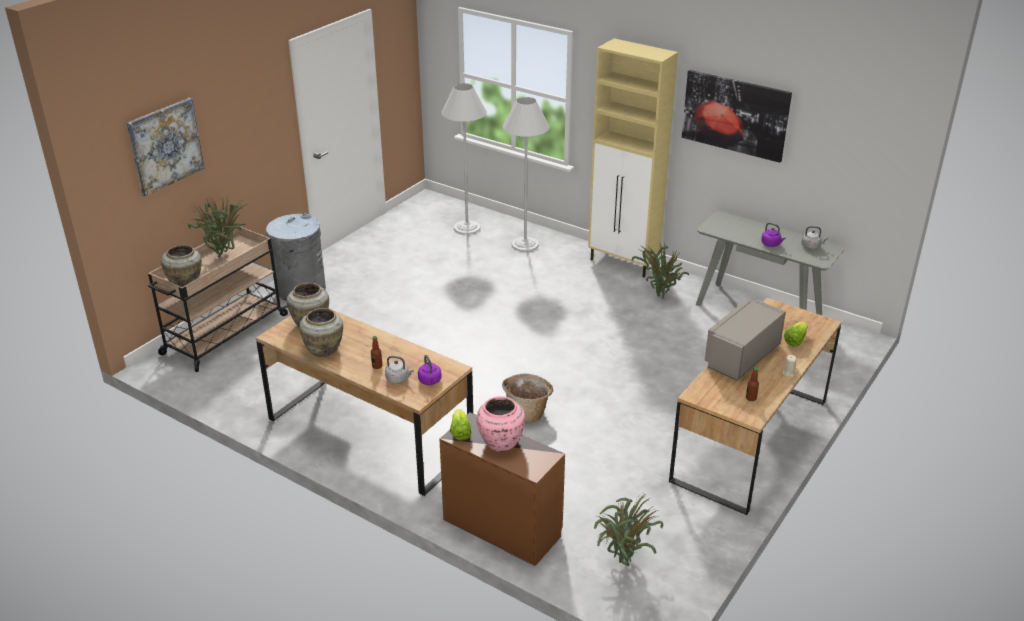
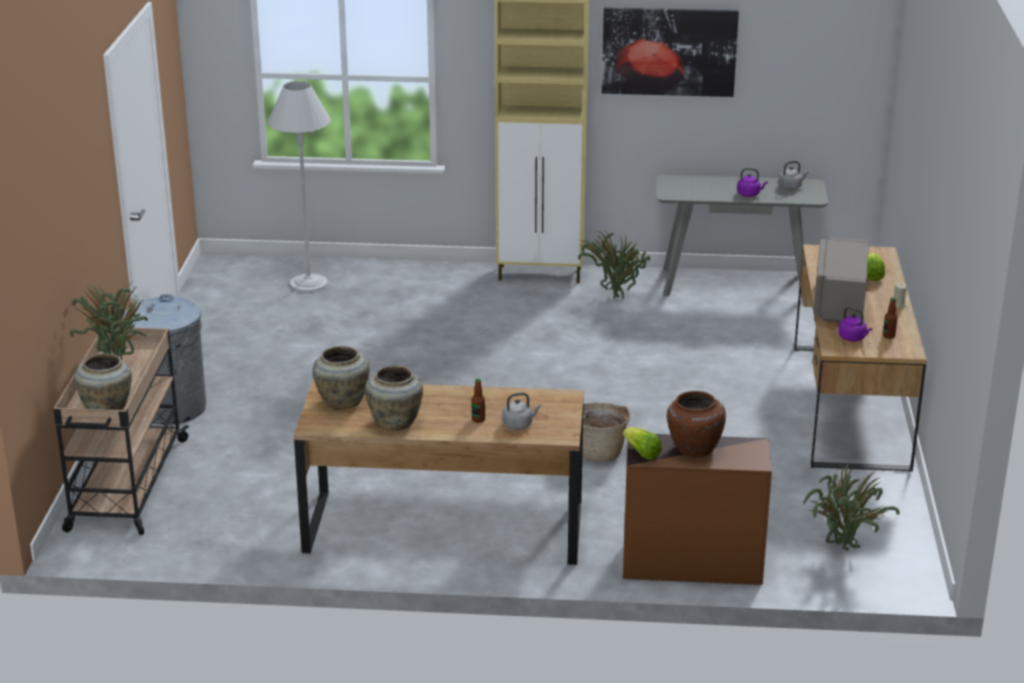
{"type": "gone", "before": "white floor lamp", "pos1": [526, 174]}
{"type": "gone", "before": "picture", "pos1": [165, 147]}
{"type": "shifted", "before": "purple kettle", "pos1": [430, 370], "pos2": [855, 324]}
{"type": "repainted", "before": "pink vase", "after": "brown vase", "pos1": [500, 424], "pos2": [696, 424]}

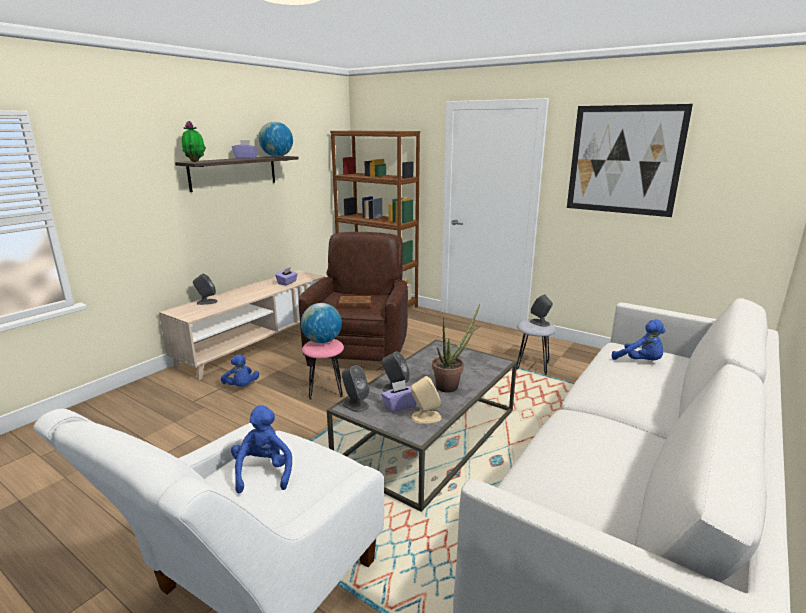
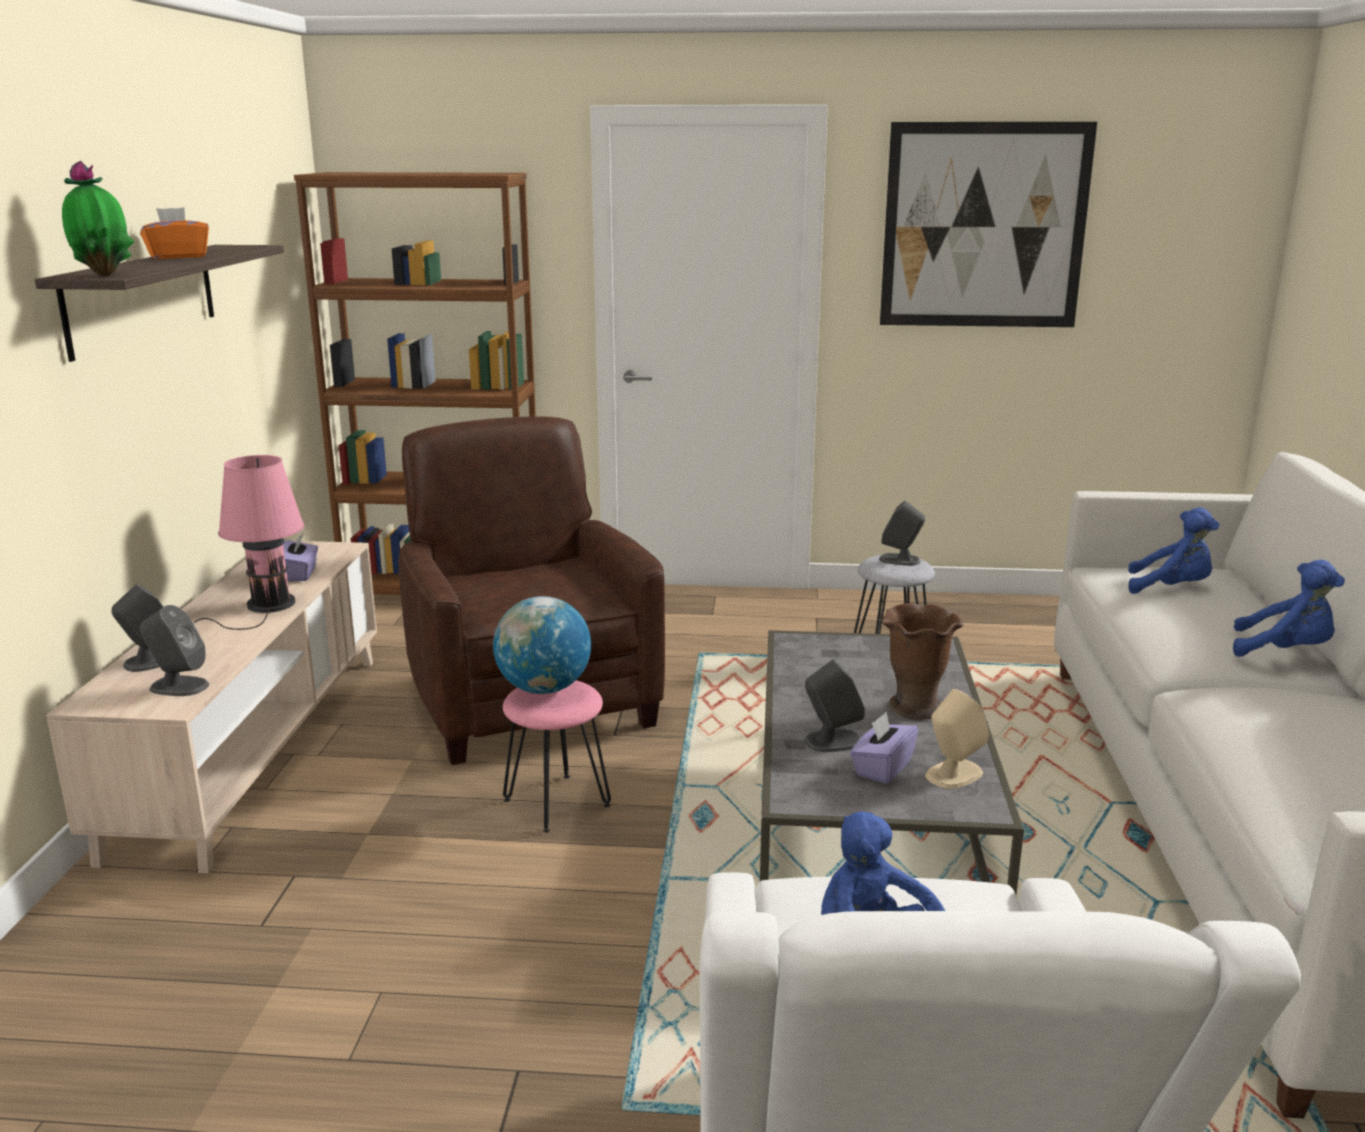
{"type": "gone", "before": "globe", "pos1": [276, 139]}
{"type": "repainted", "before": "purple tissue box", "after": "orange tissue box", "pos1": [245, 149], "pos2": [174, 233]}
{"type": "gone", "before": "brown book", "pos1": [357, 302]}
{"type": "swapped", "before": "potted plant", "after": "brown vase", "pos1": [456, 348], "pos2": [922, 661]}
{"type": "shifted", "before": "blue plush toy", "pos1": [240, 371], "pos2": [1289, 608]}
{"type": "shifted", "before": "grey speaker", "pos1": [355, 388], "pos2": [174, 650]}
{"type": "new", "after": "pink table lamp", "pos2": [249, 542]}

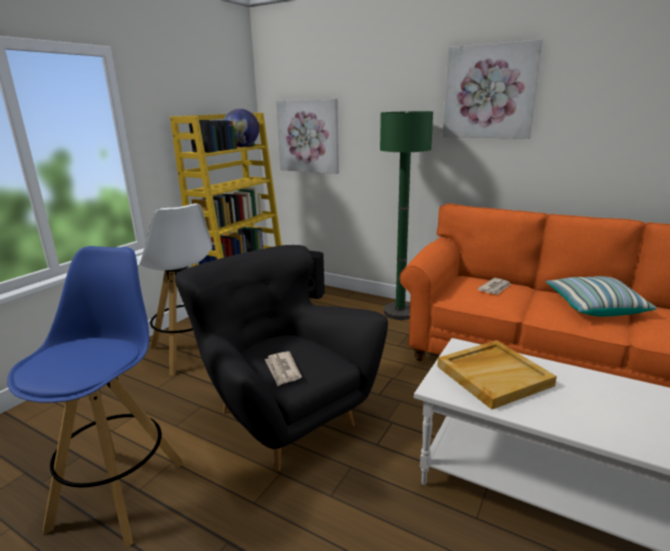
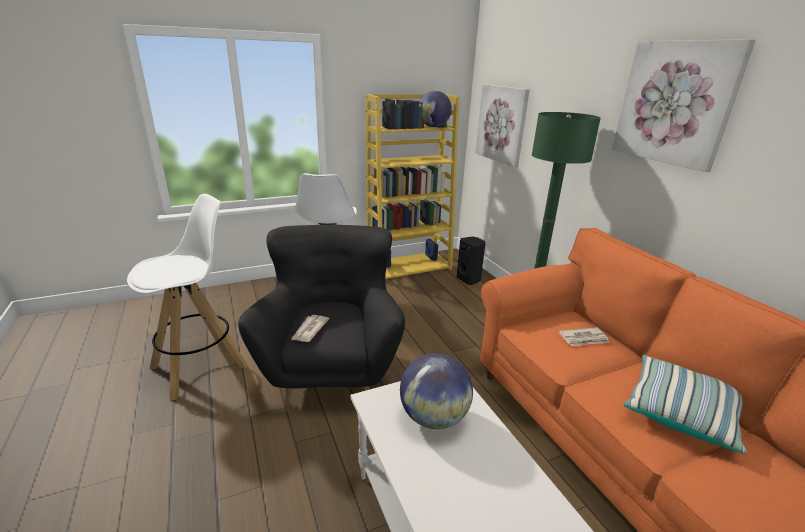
{"type": "repainted", "before": "blue stool", "after": "white stool", "pos1": [96, 397], "pos2": [187, 297]}
{"type": "swapped", "before": "beige tray", "after": "globe", "pos1": [497, 375], "pos2": [436, 391]}

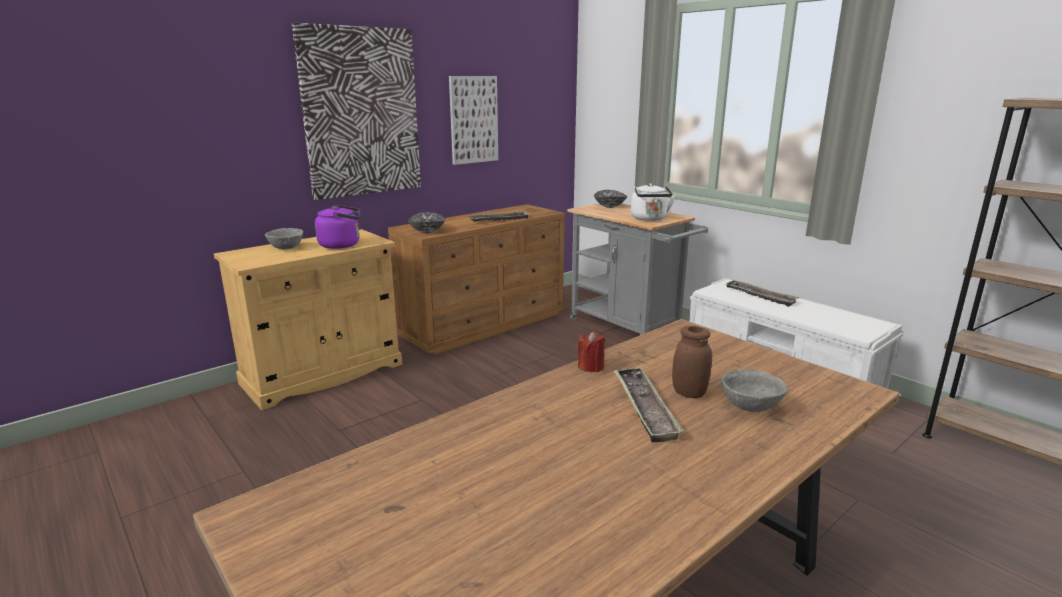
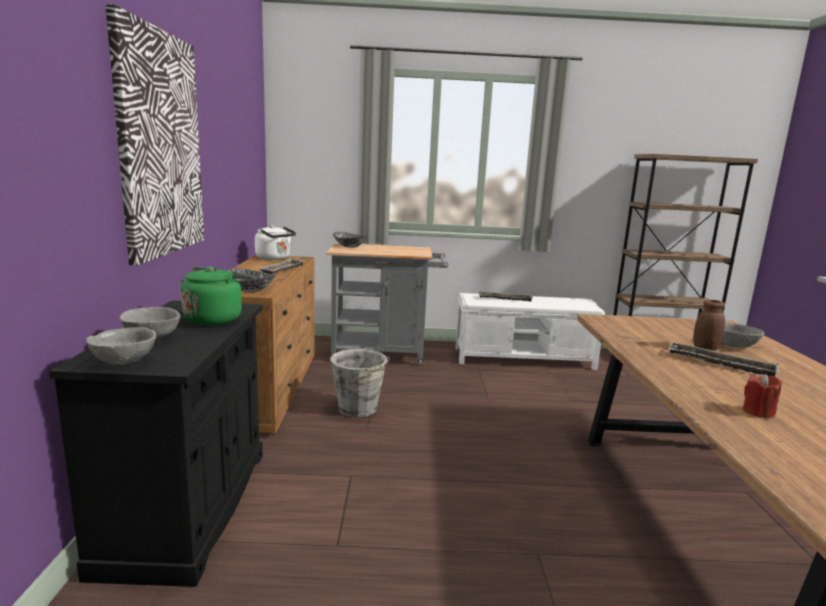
{"type": "gone", "before": "picture", "pos1": [473, 120]}
{"type": "shifted", "before": "white kettle", "pos1": [653, 202], "pos2": [275, 242]}
{"type": "repainted", "before": "purple kettle", "after": "green kettle", "pos1": [337, 227], "pos2": [216, 295]}
{"type": "repainted", "before": "beige cabinet", "after": "black cabinet", "pos1": [308, 319], "pos2": [156, 443]}
{"type": "shifted", "before": "red candle", "pos1": [591, 352], "pos2": [762, 396]}
{"type": "new", "after": "grey bowl", "pos2": [121, 346]}
{"type": "new", "after": "grey bucket", "pos2": [359, 383]}

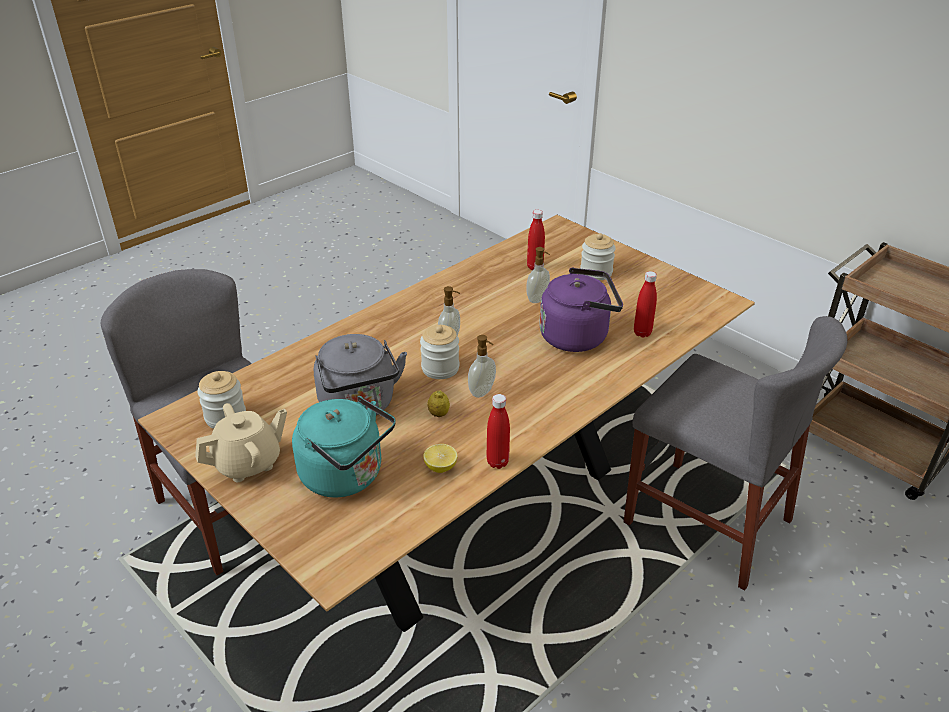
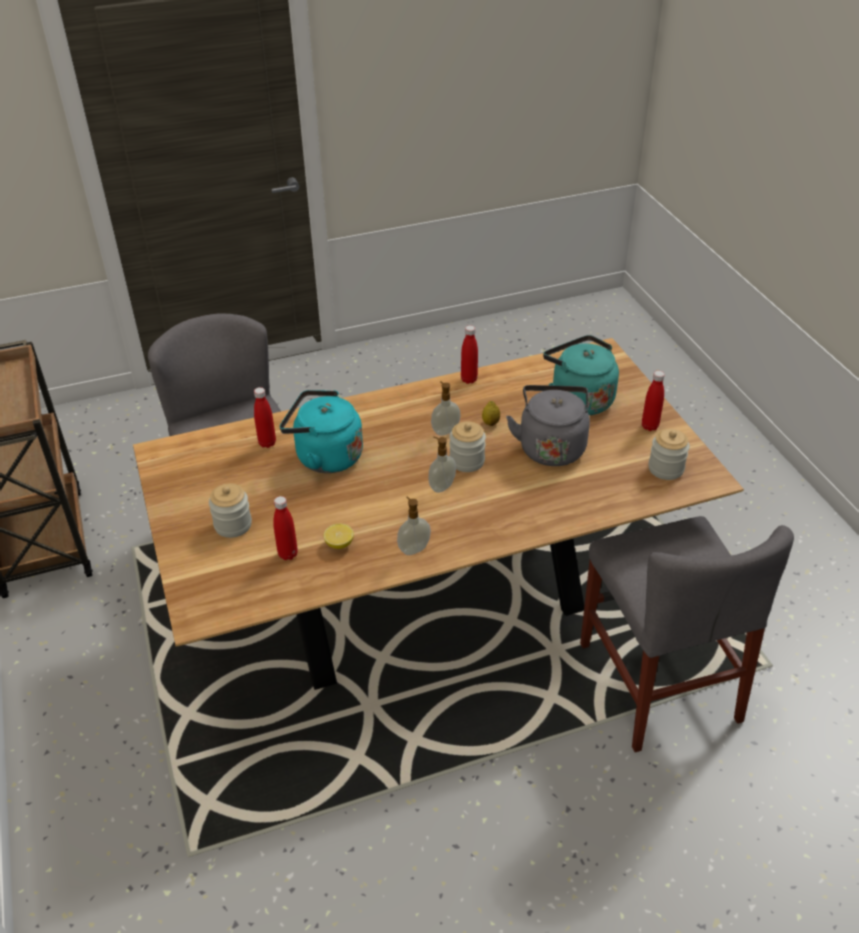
{"type": "shifted", "before": "soap dispenser", "pos1": [538, 275], "pos2": [414, 526]}
{"type": "repainted", "before": "purple kettle", "after": "turquoise kettle", "pos1": [581, 310], "pos2": [321, 431]}
{"type": "swapped", "before": "beige teapot", "after": "red bottle", "pos1": [241, 442], "pos2": [653, 401]}
{"type": "shifted", "before": "lemon", "pos1": [440, 458], "pos2": [339, 536]}

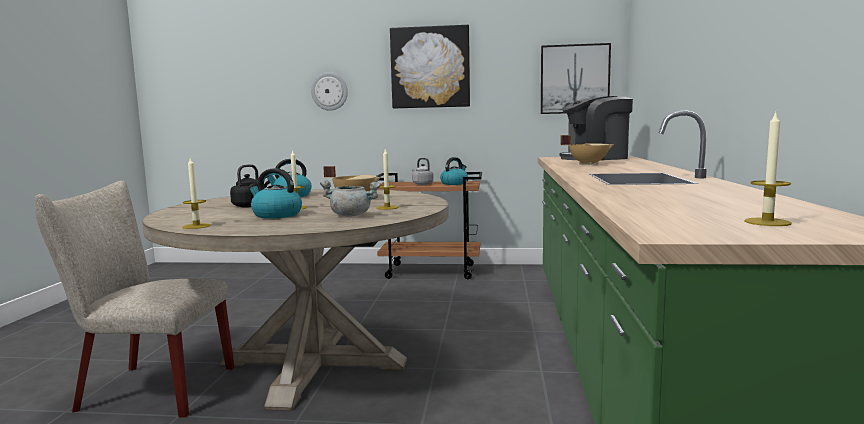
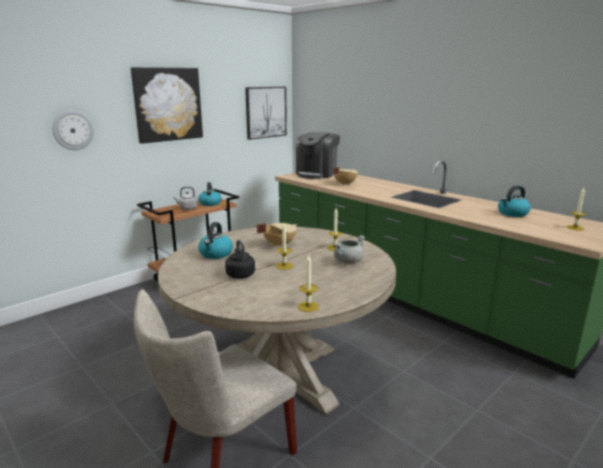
{"type": "shifted", "before": "kettle", "pos1": [275, 193], "pos2": [514, 201]}

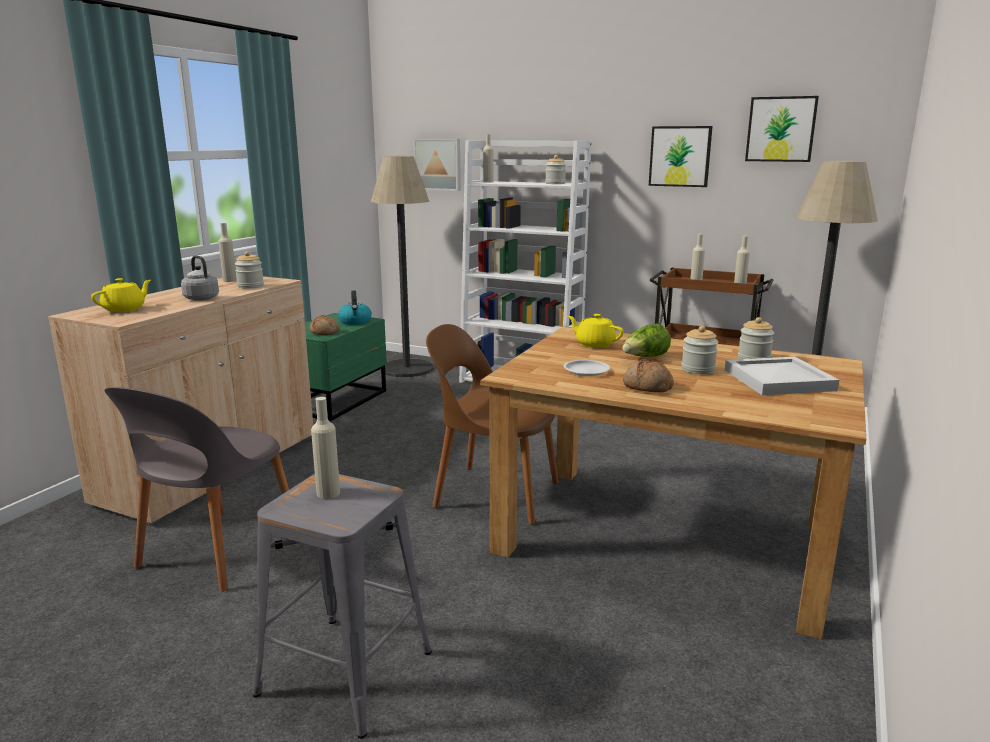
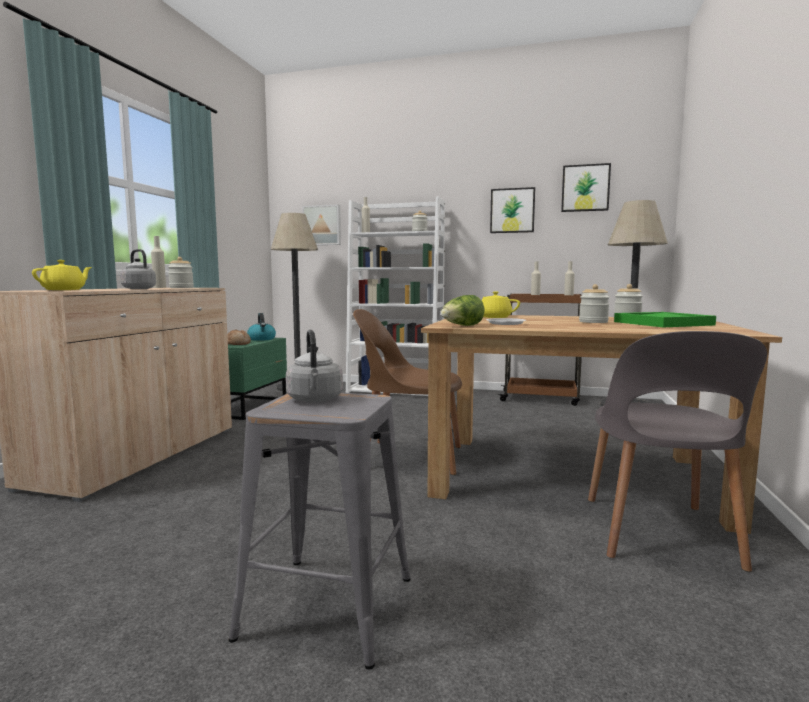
{"type": "shifted", "before": "lettuce", "pos1": [646, 340], "pos2": [463, 310]}
{"type": "repainted", "before": "white tray", "after": "green tray", "pos1": [782, 376], "pos2": [665, 319]}
{"type": "gone", "before": "bread", "pos1": [648, 375]}
{"type": "shifted", "before": "grey chair", "pos1": [197, 489], "pos2": [677, 451]}
{"type": "swapped", "before": "beige bottle", "after": "grey kettle", "pos1": [325, 448], "pos2": [314, 366]}

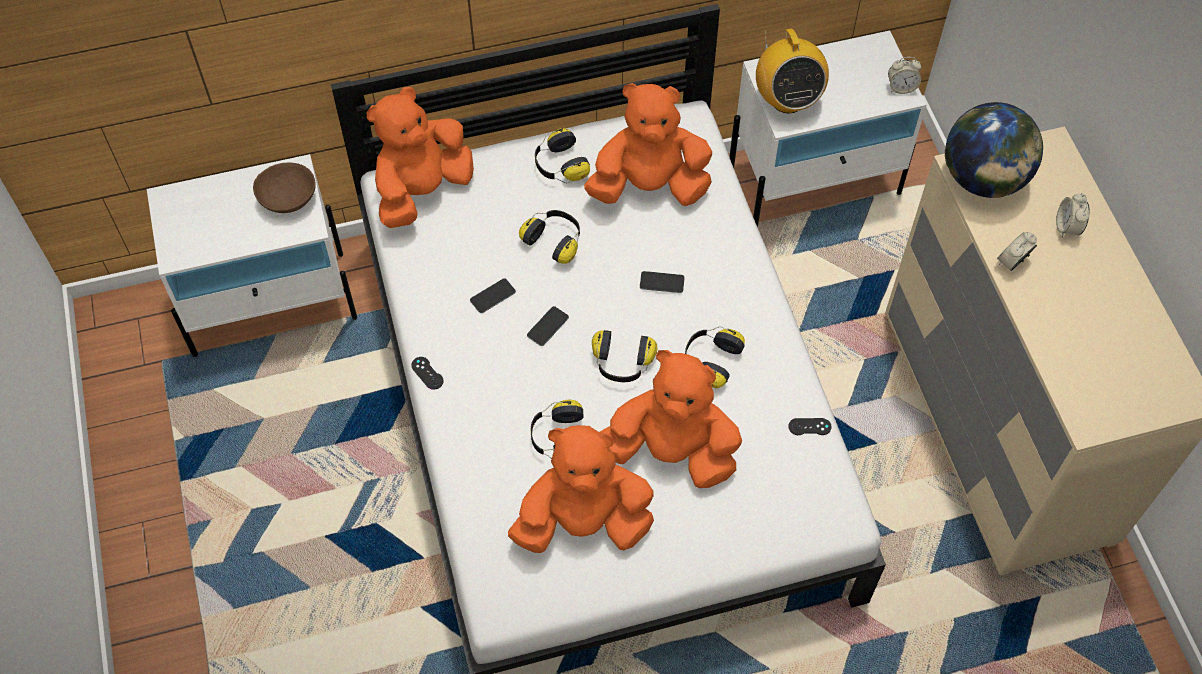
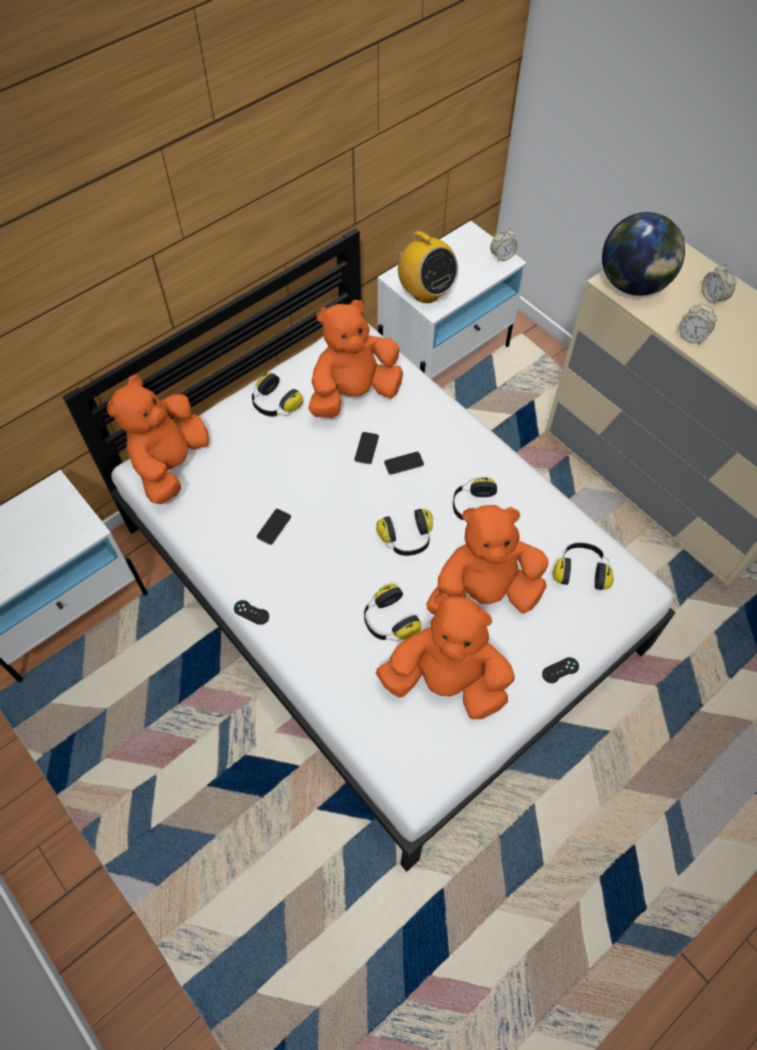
{"type": "gone", "before": "brown bowl", "pos1": [284, 187]}
{"type": "shifted", "before": "headphones", "pos1": [549, 237], "pos2": [583, 566]}
{"type": "rotated", "before": "alarm clock", "pos1": [1017, 251], "pos2": [698, 324], "turn": -75}
{"type": "shifted", "before": "phone", "pos1": [548, 326], "pos2": [366, 448]}
{"type": "shifted", "before": "black game controller", "pos1": [810, 426], "pos2": [560, 670]}
{"type": "rotated", "before": "orange plush toy", "pos1": [581, 489], "pos2": [445, 656], "turn": 45}

